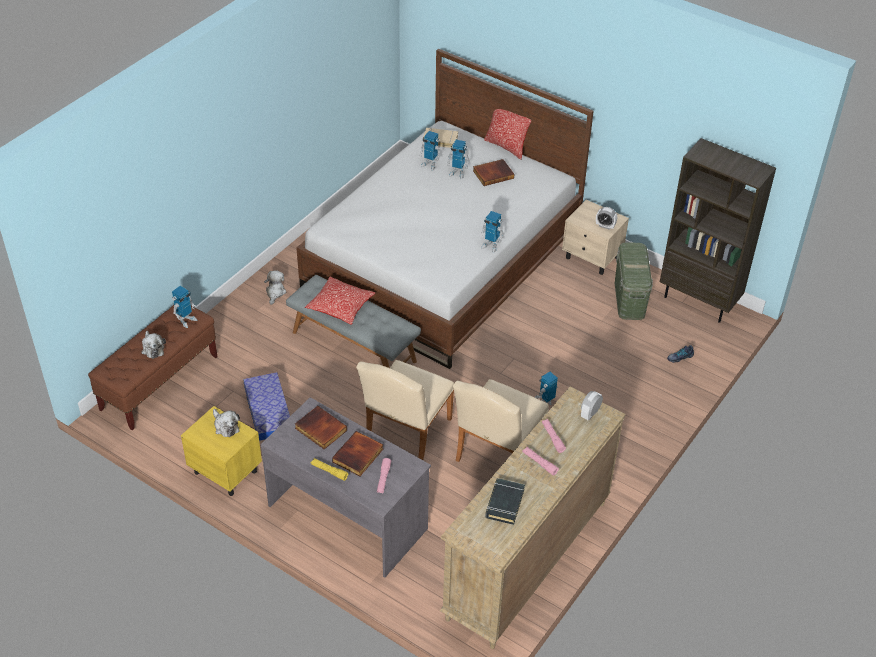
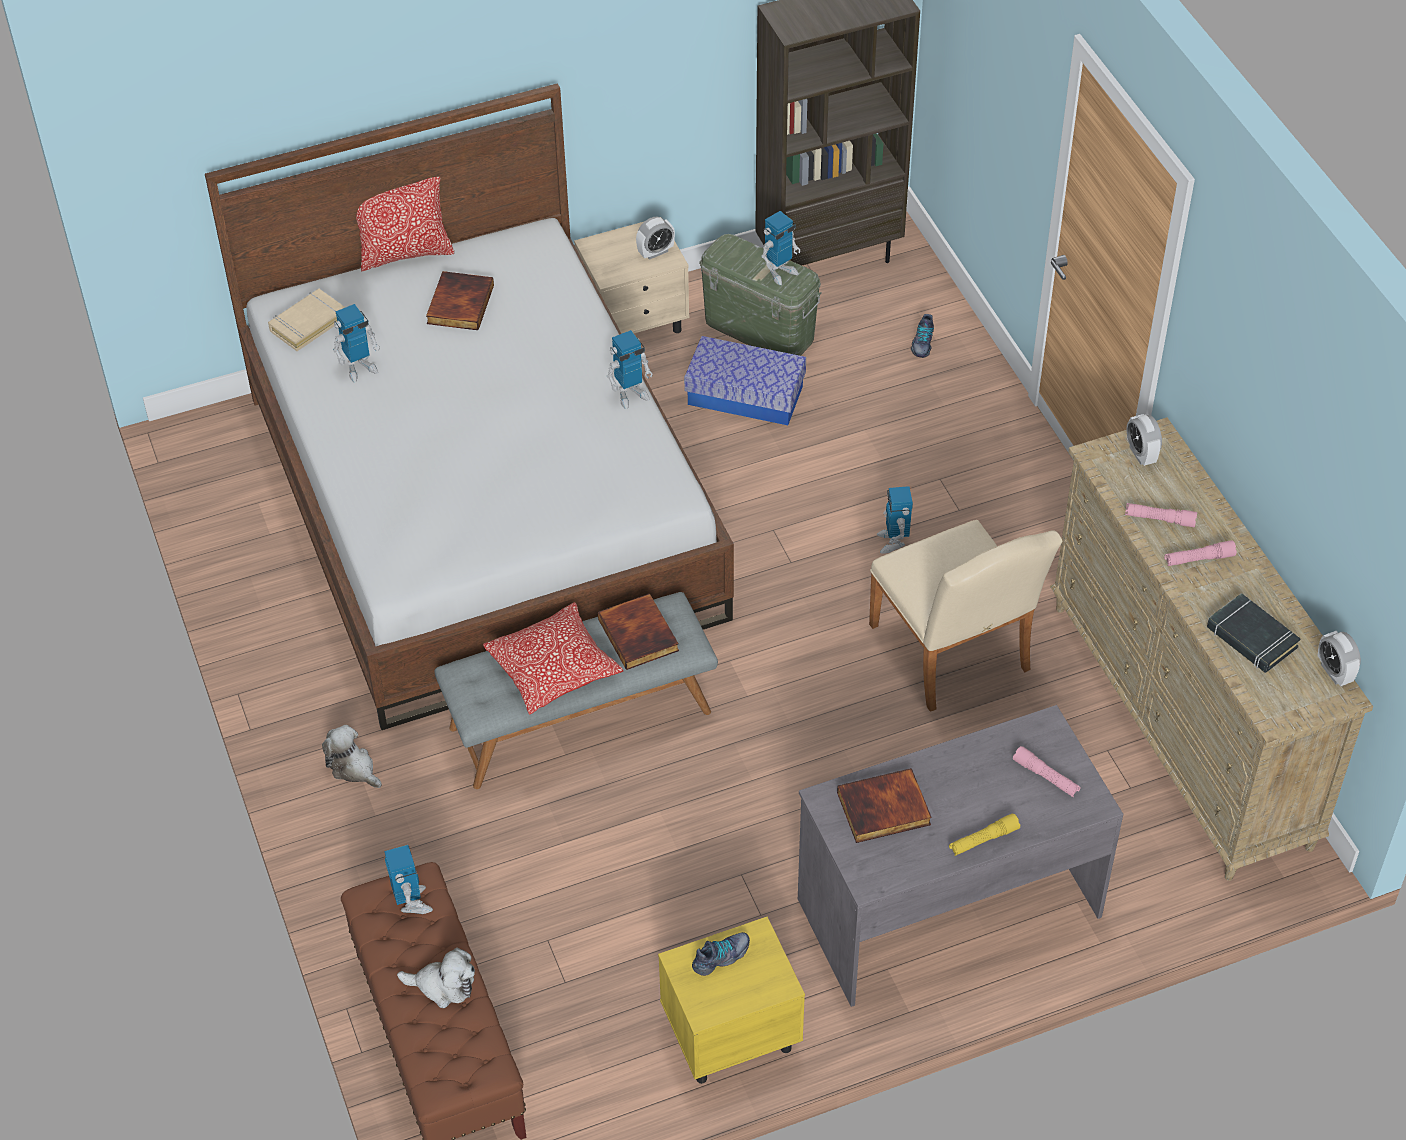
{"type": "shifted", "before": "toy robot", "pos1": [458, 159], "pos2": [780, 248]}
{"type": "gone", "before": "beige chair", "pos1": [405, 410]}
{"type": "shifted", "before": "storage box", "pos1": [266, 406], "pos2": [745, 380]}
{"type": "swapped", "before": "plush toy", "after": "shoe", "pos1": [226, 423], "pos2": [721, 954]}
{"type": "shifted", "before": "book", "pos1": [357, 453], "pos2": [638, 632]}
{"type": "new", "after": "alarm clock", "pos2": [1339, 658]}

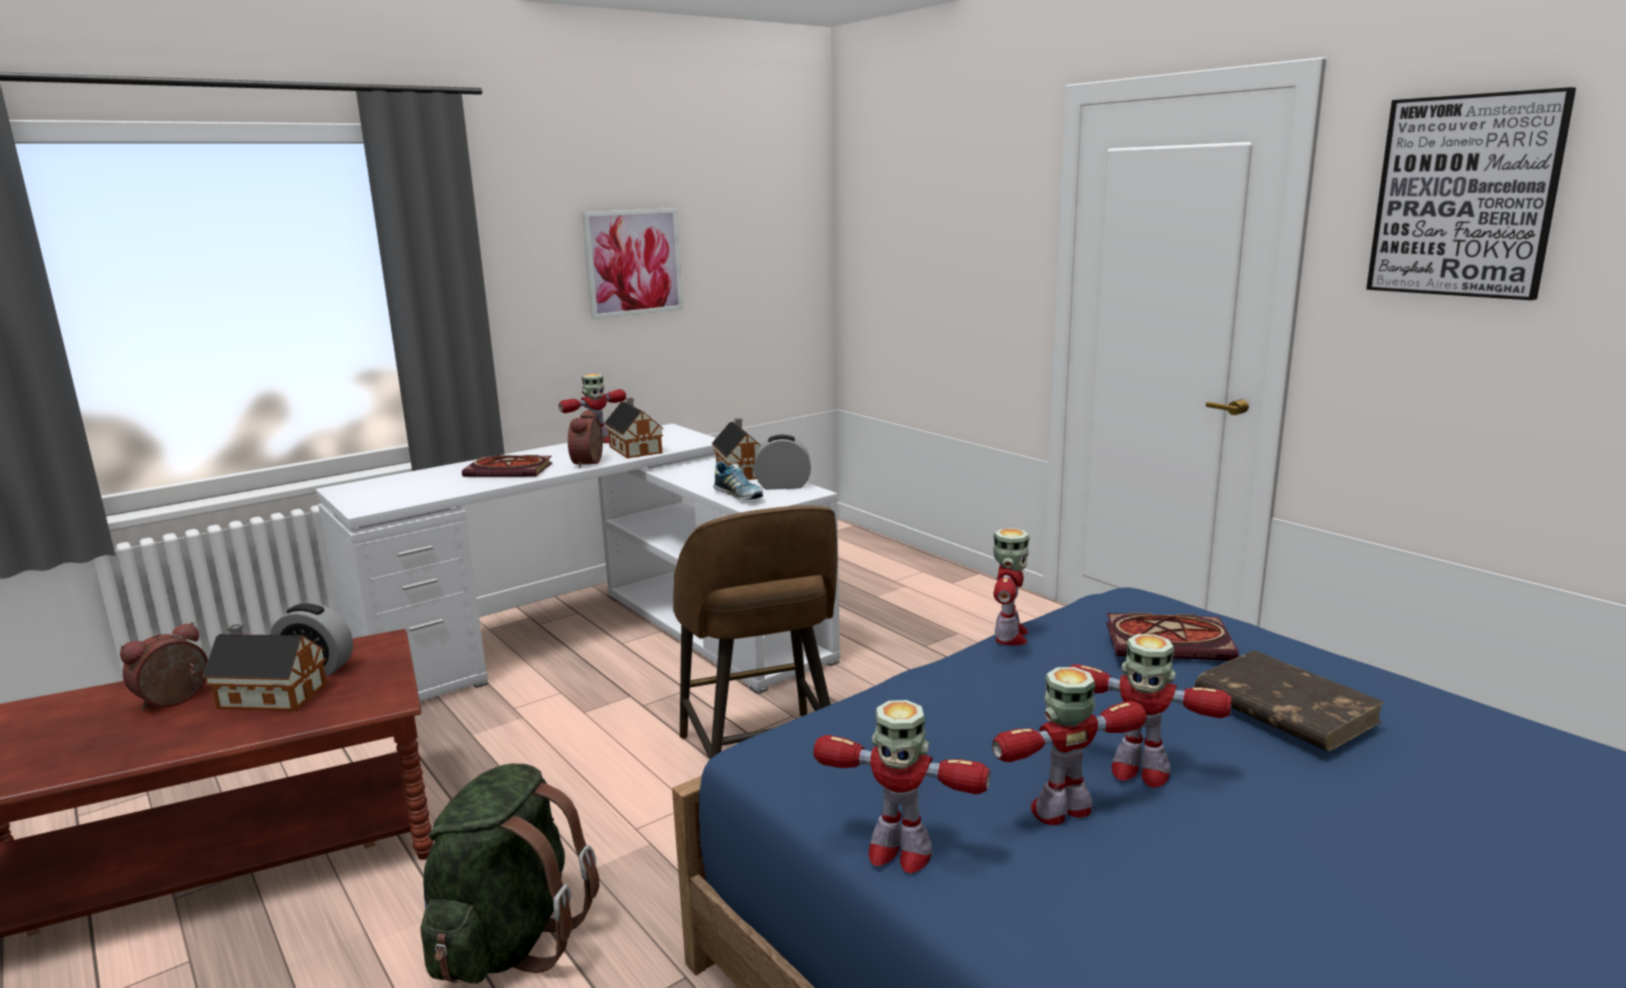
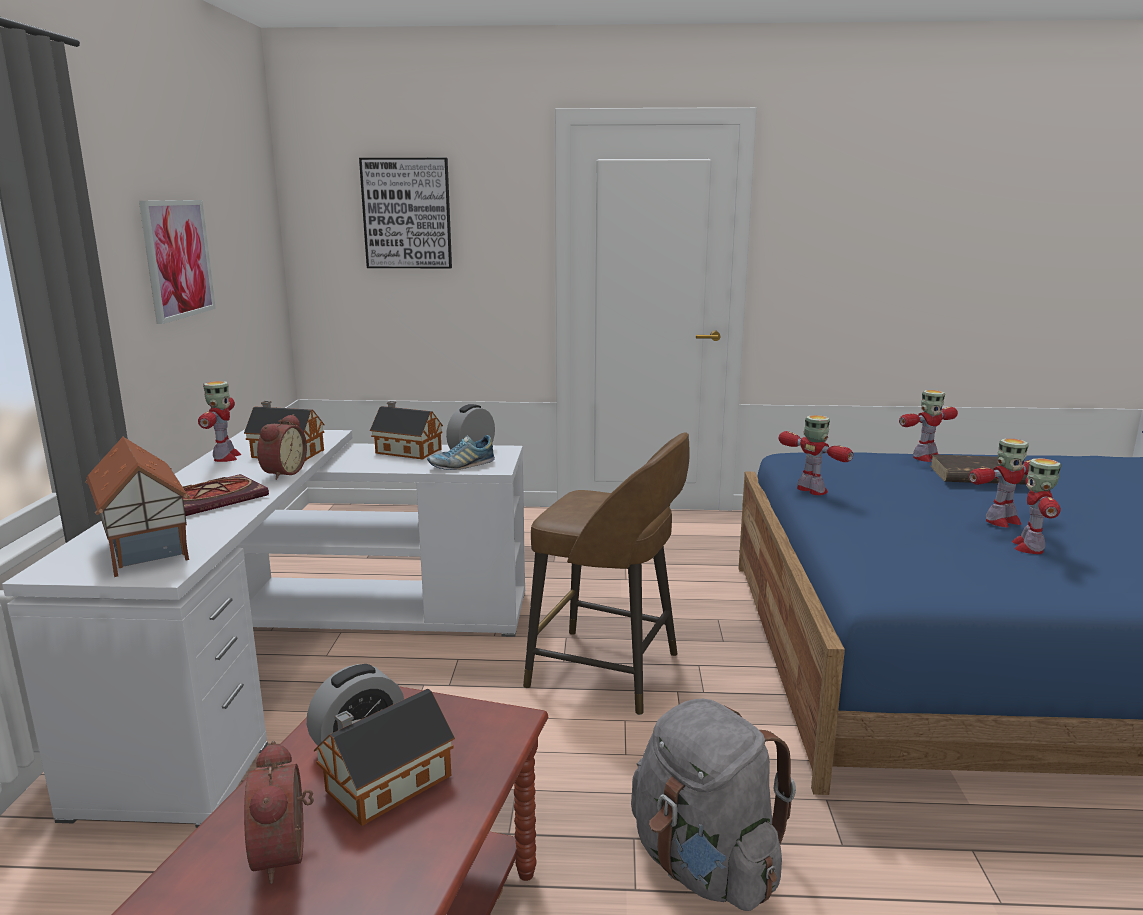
{"type": "shifted", "before": "picture", "pos1": [1471, 193], "pos2": [405, 213]}
{"type": "rotated", "before": "alarm clock", "pos1": [587, 438], "pos2": [282, 447], "turn": -120}
{"type": "rotated", "before": "shoe", "pos1": [738, 481], "pos2": [461, 452], "turn": 150}
{"type": "gone", "before": "book", "pos1": [1172, 636]}
{"type": "shifted", "before": "toy robot", "pos1": [901, 786], "pos2": [928, 426]}
{"type": "repainted", "before": "green backpack", "after": "grey backpack", "pos1": [510, 874], "pos2": [713, 805]}
{"type": "new", "after": "toy house", "pos2": [137, 507]}

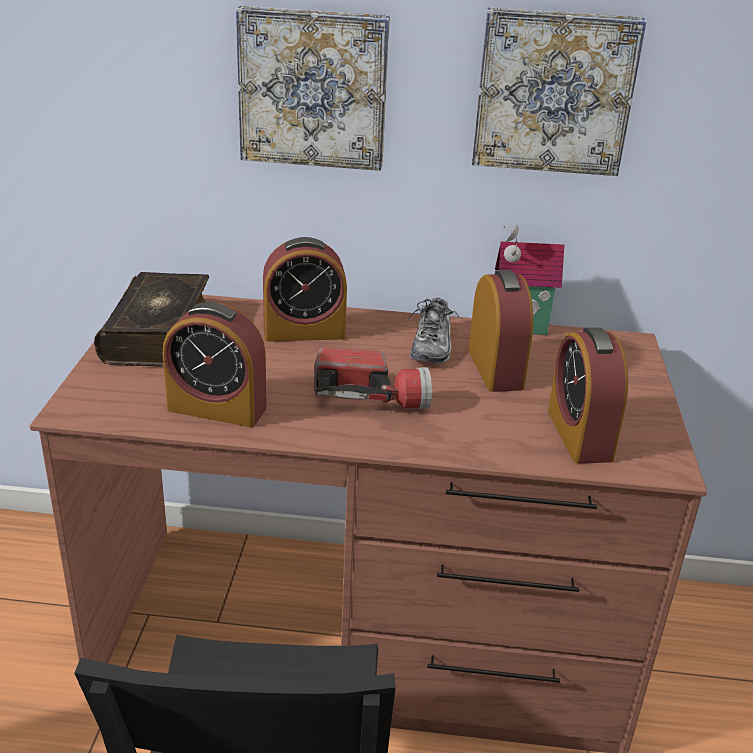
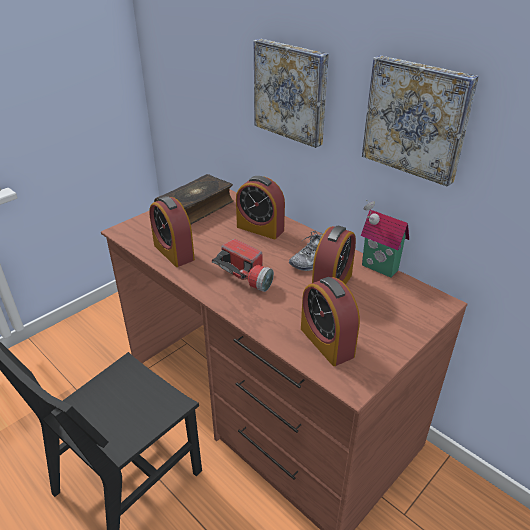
{"type": "rotated", "before": "alarm clock", "pos1": [588, 395], "pos2": [330, 321], "turn": -60}

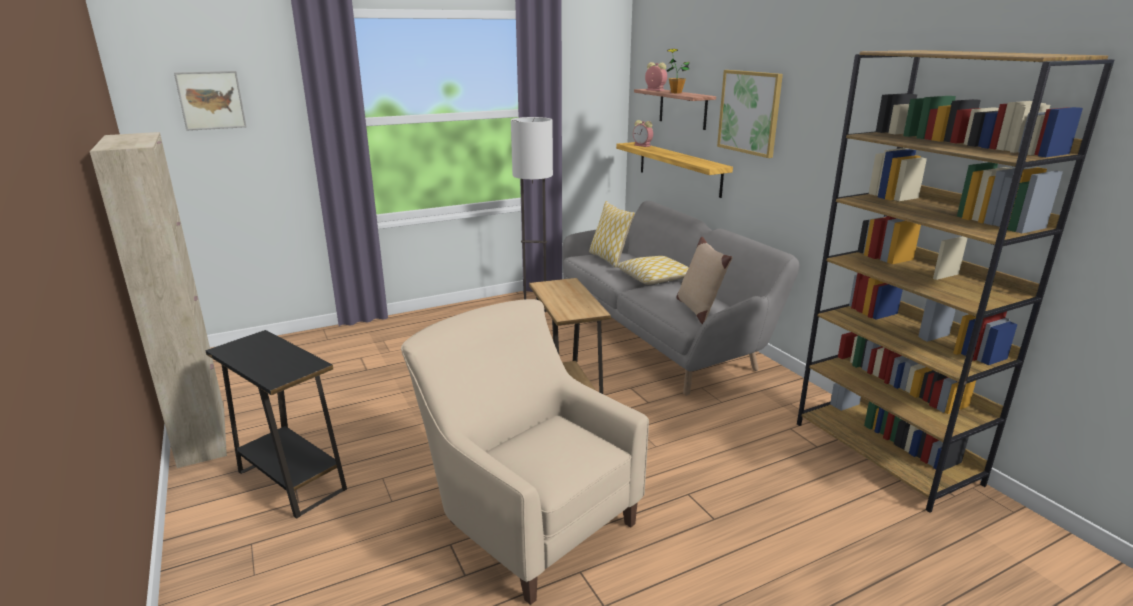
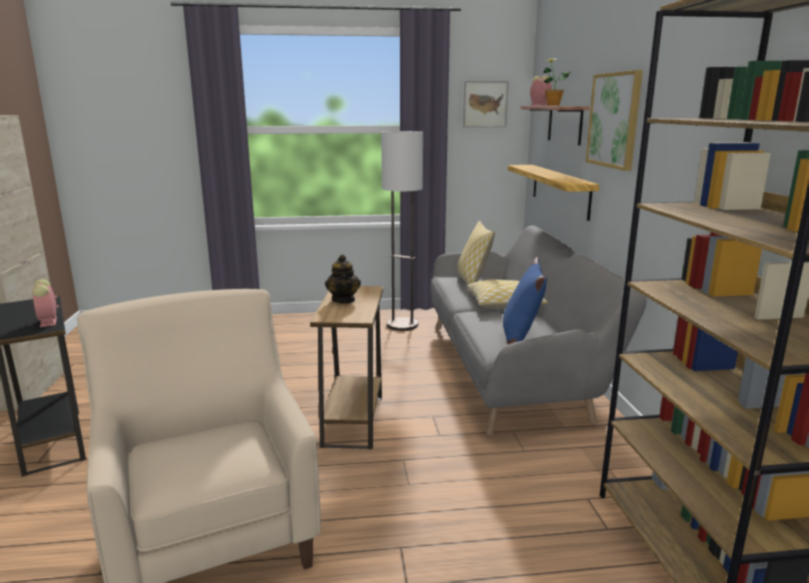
{"type": "shifted", "before": "picture", "pos1": [210, 101], "pos2": [486, 104]}
{"type": "shifted", "before": "alarm clock", "pos1": [643, 133], "pos2": [45, 303]}
{"type": "repainted", "before": "beige pillow", "after": "blue pillow", "pos1": [704, 280], "pos2": [525, 301]}
{"type": "new", "after": "teapot", "pos2": [343, 279]}

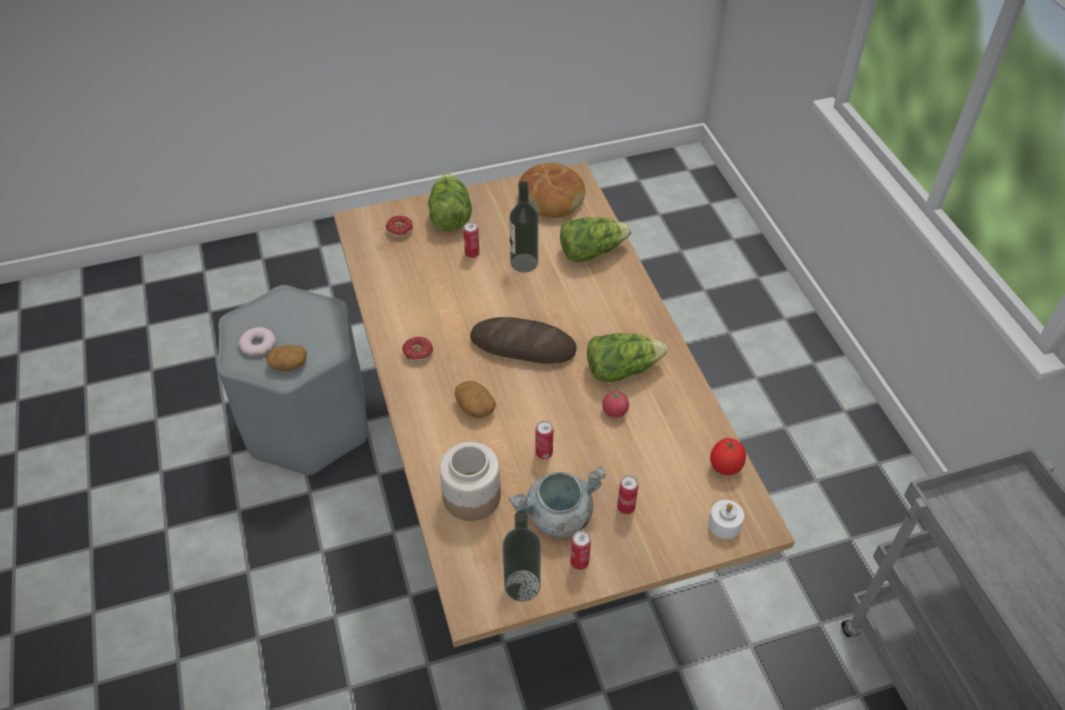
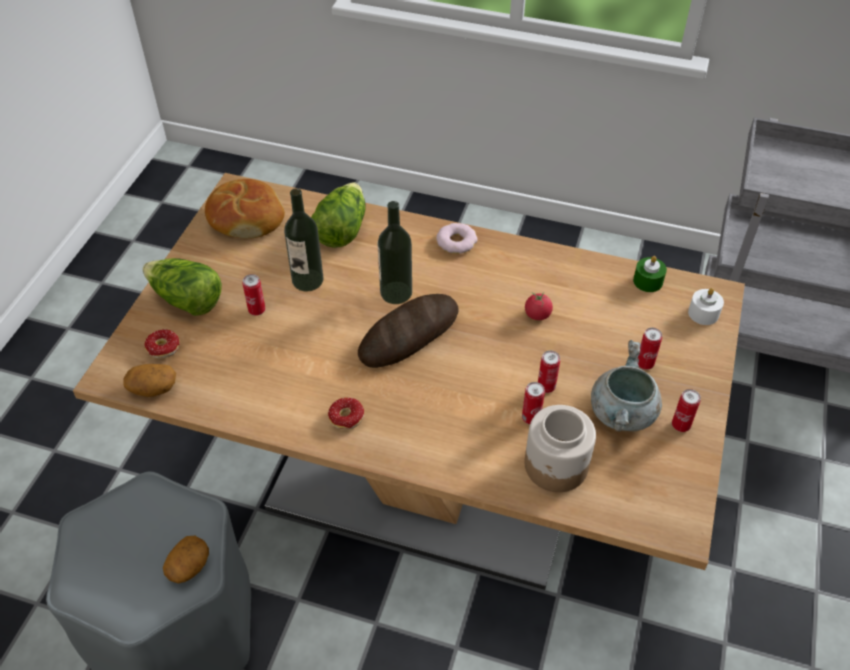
{"type": "shifted", "before": "donut", "pos1": [257, 341], "pos2": [457, 238]}
{"type": "gone", "before": "lettuce", "pos1": [627, 357]}
{"type": "shifted", "before": "potato", "pos1": [475, 399], "pos2": [149, 380]}
{"type": "swapped", "before": "tomato", "after": "green candle", "pos1": [728, 456], "pos2": [650, 274]}
{"type": "shifted", "before": "bottle", "pos1": [522, 555], "pos2": [394, 252]}
{"type": "new", "after": "can", "pos2": [533, 403]}

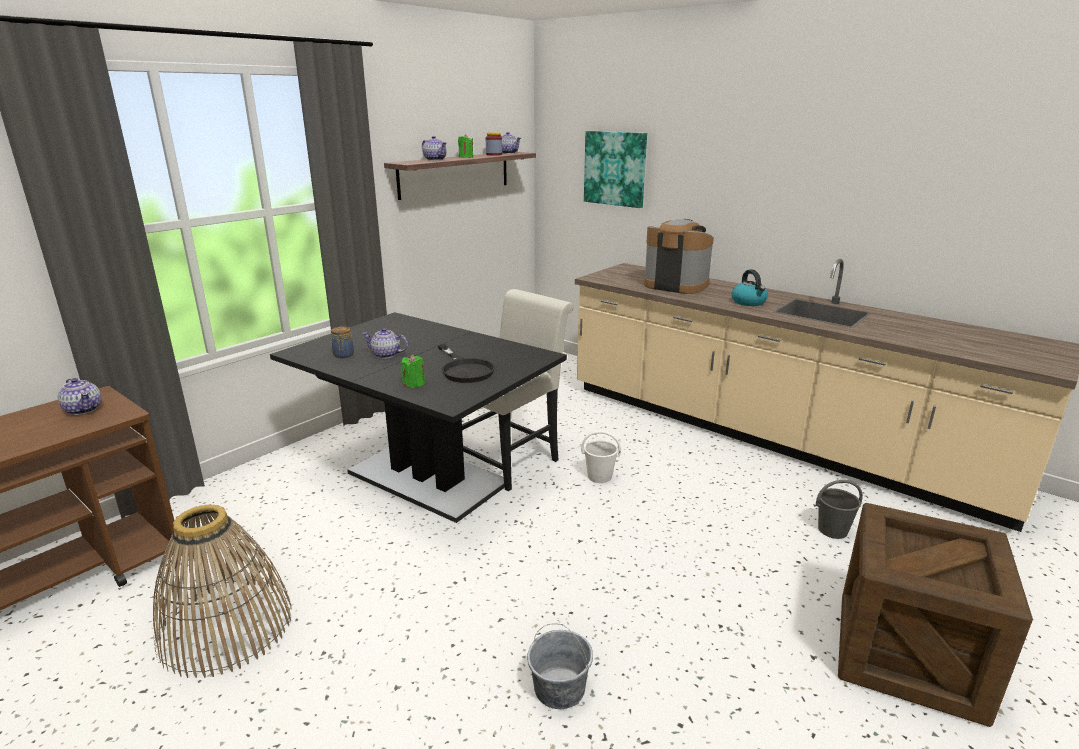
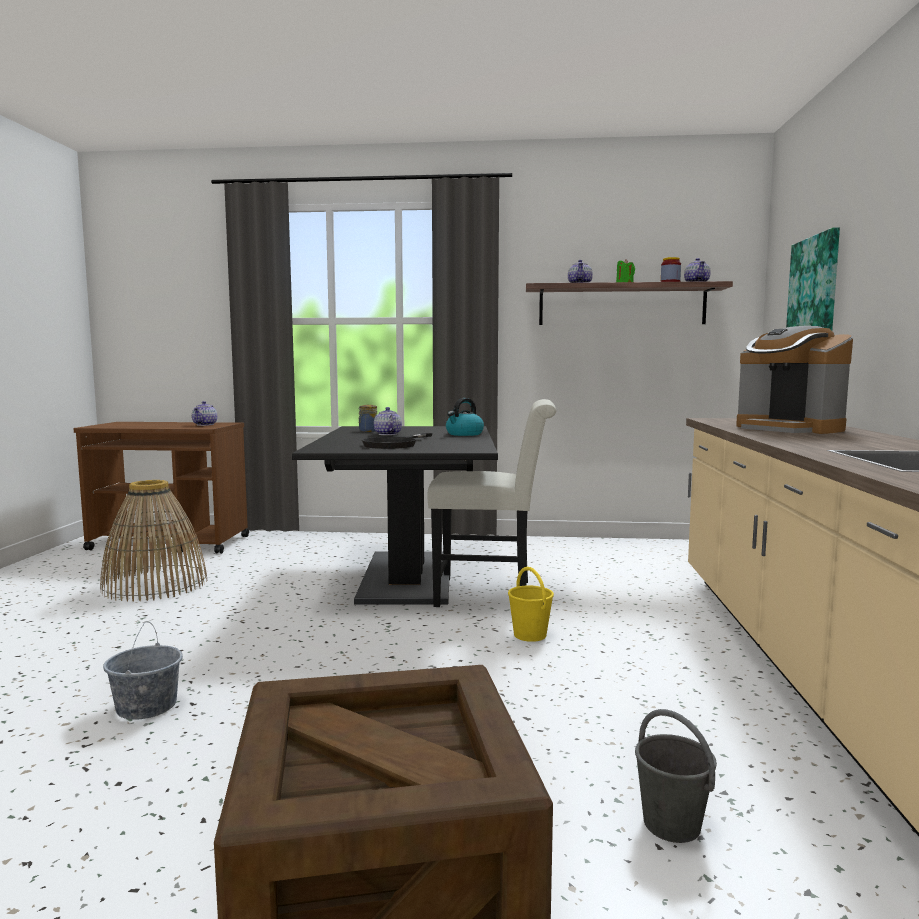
{"type": "rotated", "before": "coffee machine", "pos1": [679, 256], "pos2": [794, 380], "turn": 150}
{"type": "shifted", "before": "kettle", "pos1": [750, 287], "pos2": [465, 417]}
{"type": "gone", "before": "green candle", "pos1": [413, 371]}
{"type": "repainted", "before": "white bucket", "after": "yellow bucket", "pos1": [601, 457], "pos2": [531, 604]}

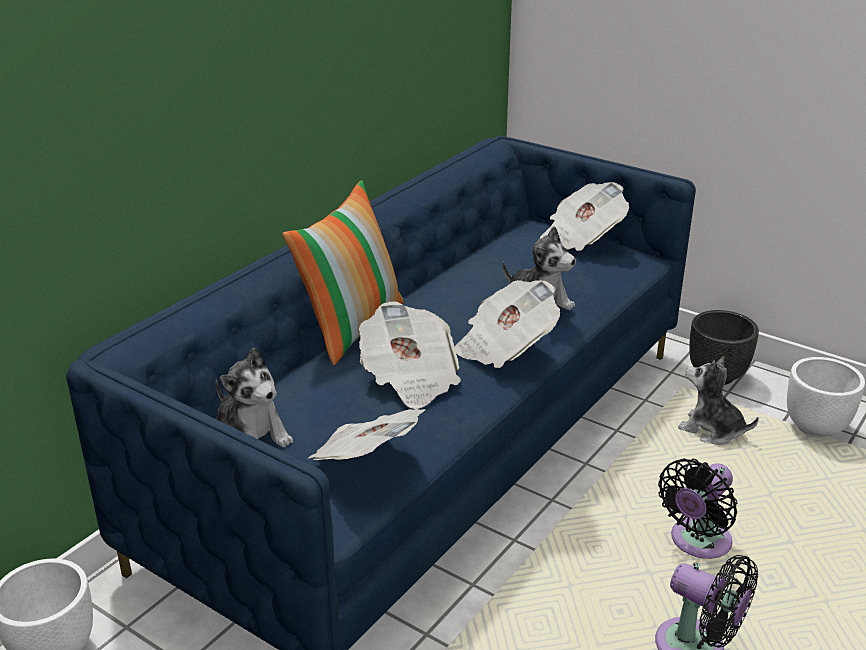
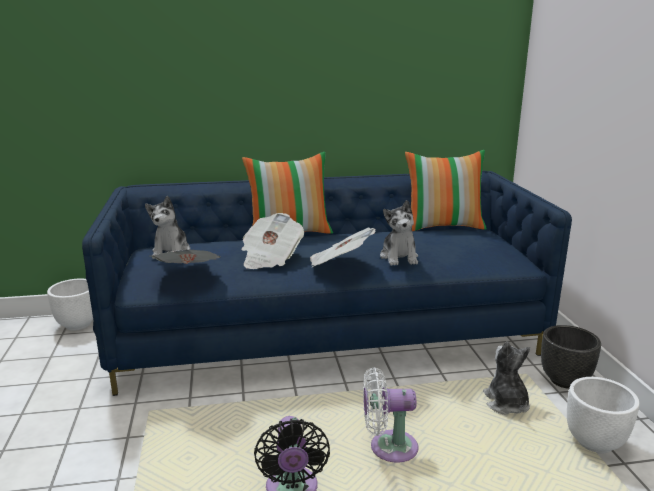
{"type": "gone", "before": "newspaper", "pos1": [584, 216]}
{"type": "repainted", "before": "black fan", "after": "white fan", "pos1": [697, 508], "pos2": [391, 415]}
{"type": "new", "after": "pillow", "pos2": [446, 190]}

